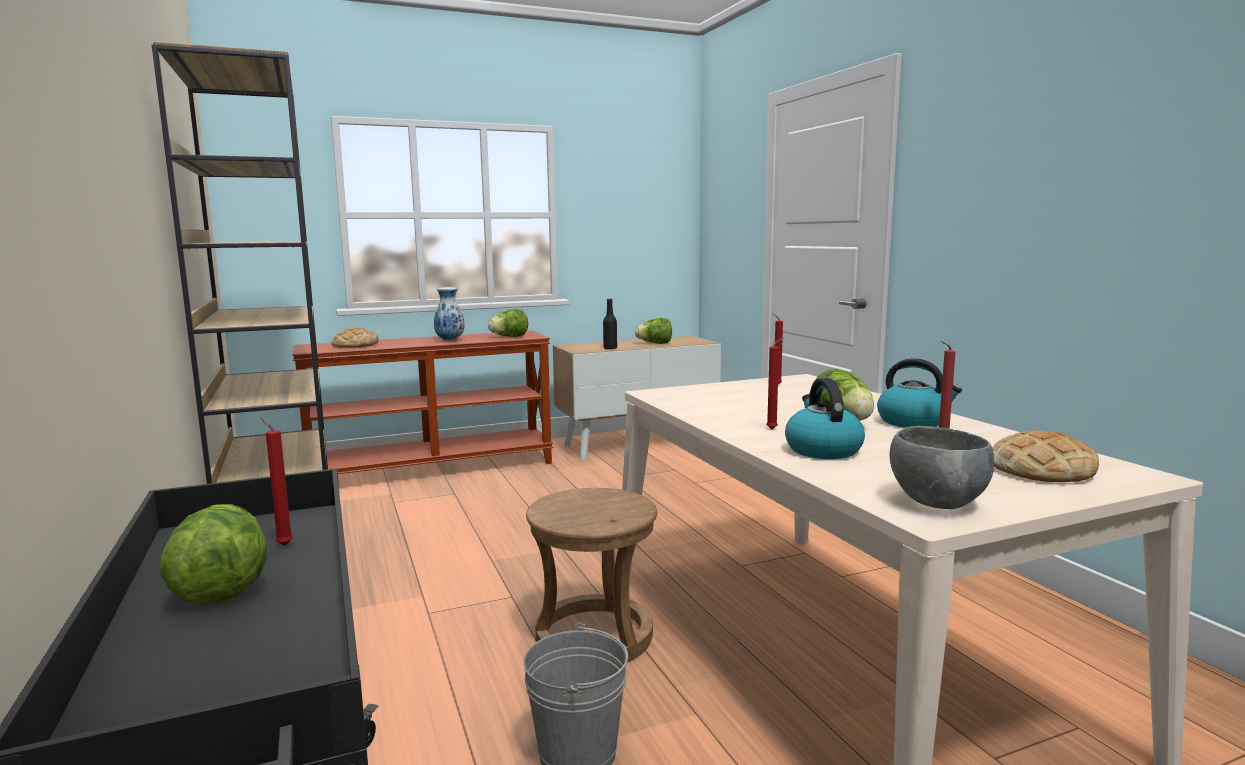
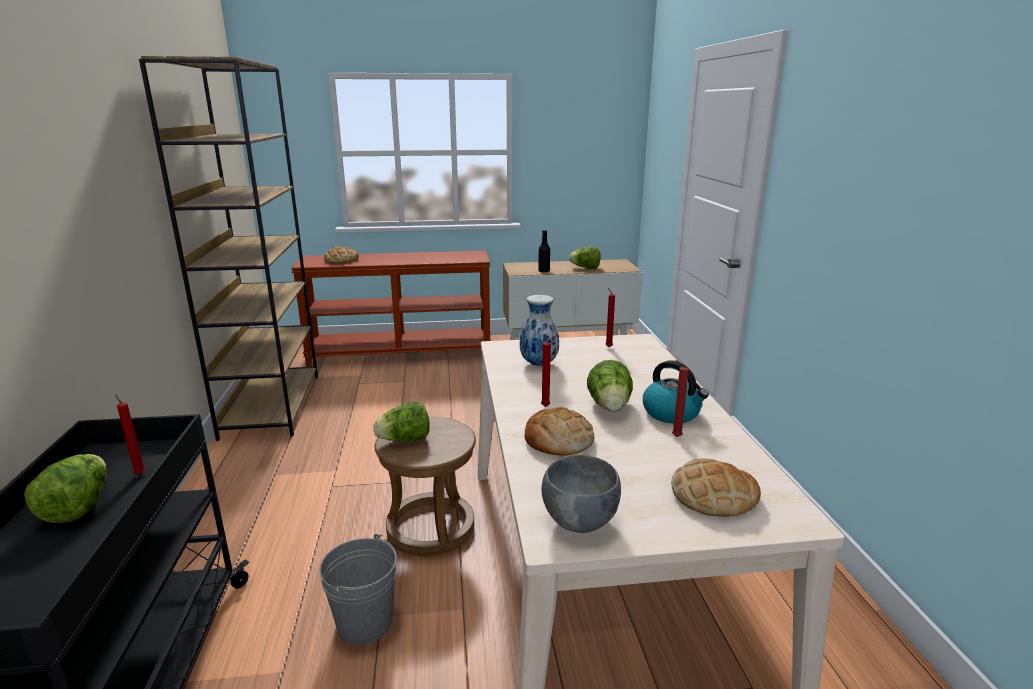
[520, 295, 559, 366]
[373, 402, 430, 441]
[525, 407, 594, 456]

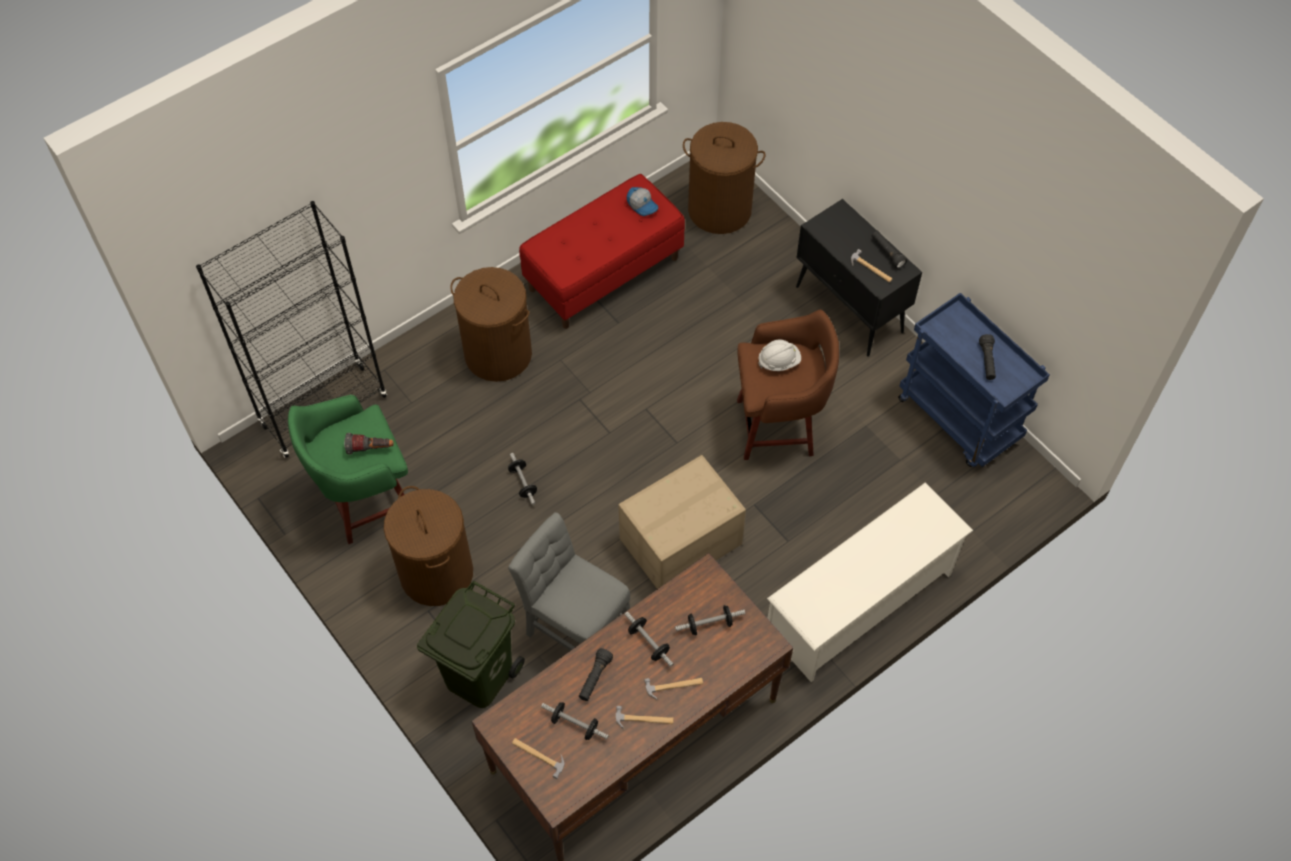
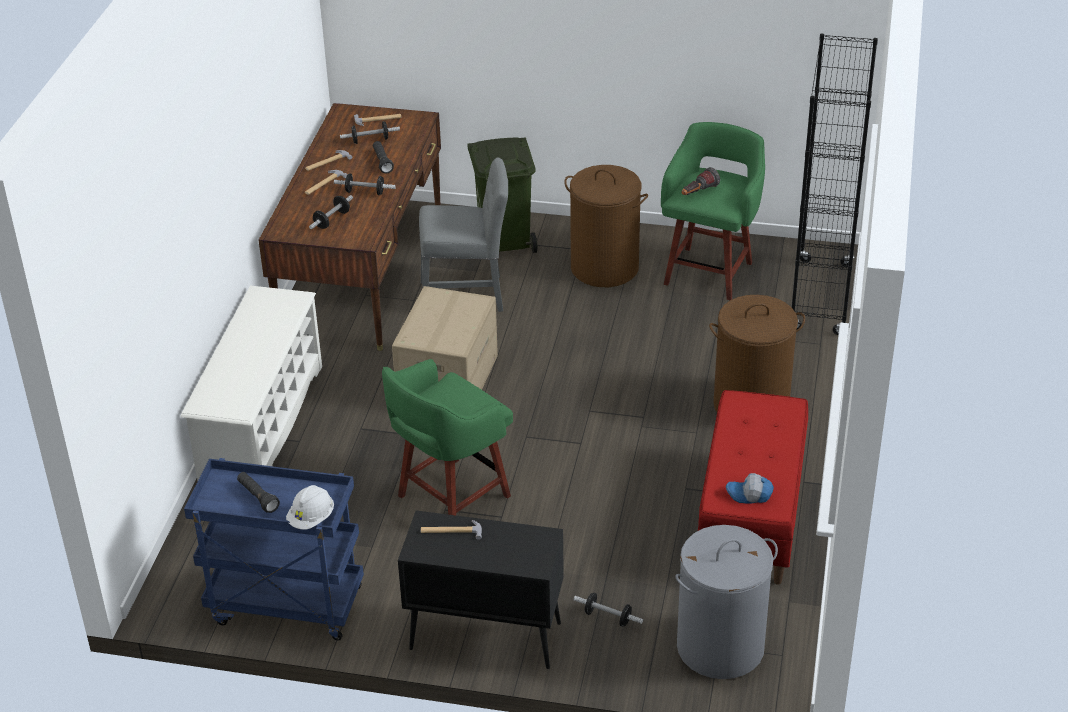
[872, 231, 907, 269] (first image)
[574, 593, 643, 627]
[286, 485, 334, 530]
[675, 525, 778, 679]
[382, 359, 513, 515]

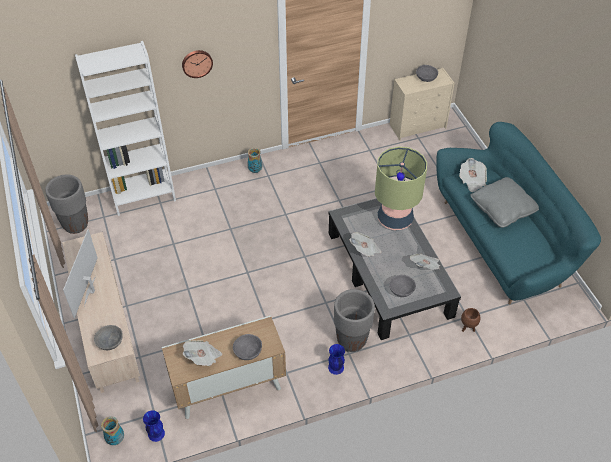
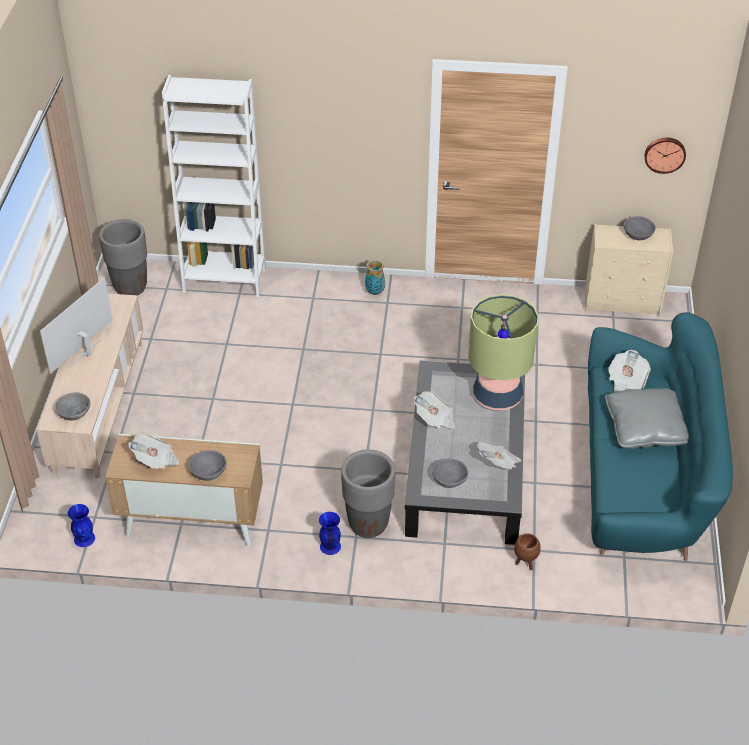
[101, 416, 124, 445] (first image)
[645, 138, 686, 174]

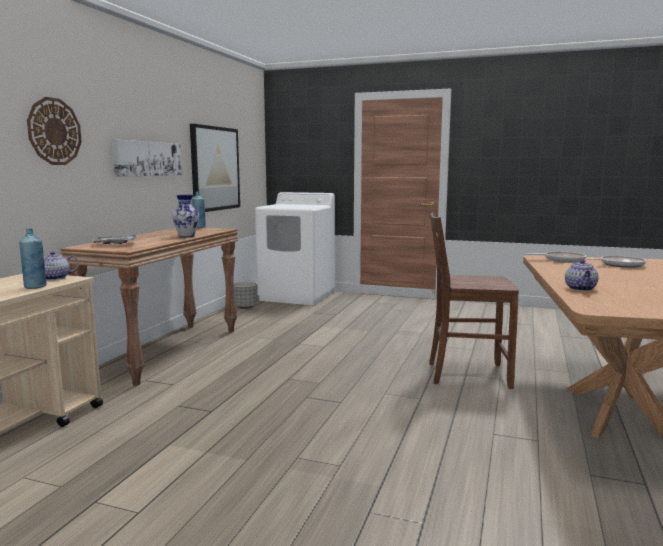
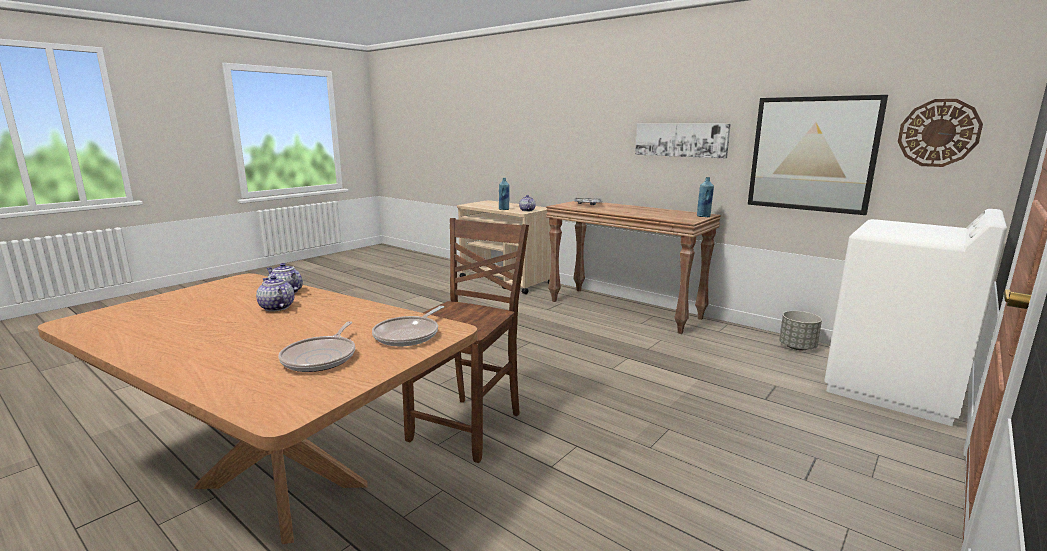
[172, 195, 199, 237] (first image)
[256, 275, 294, 312]
[898, 99, 983, 167]

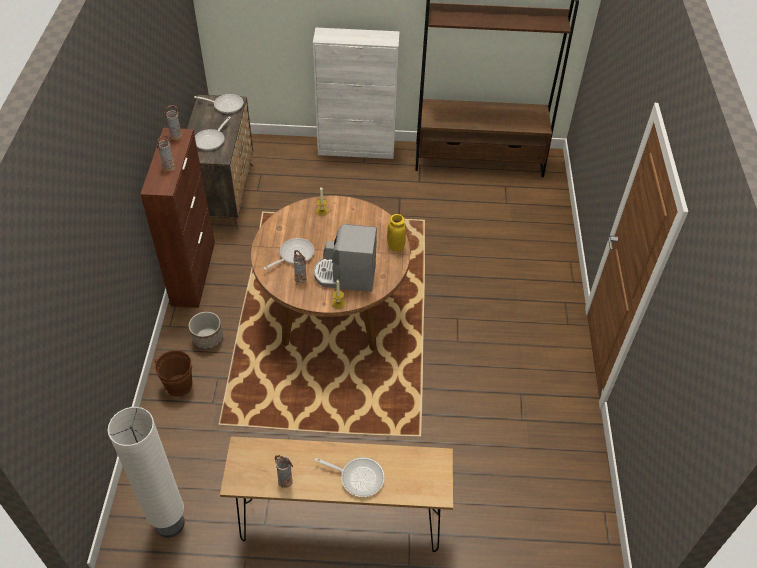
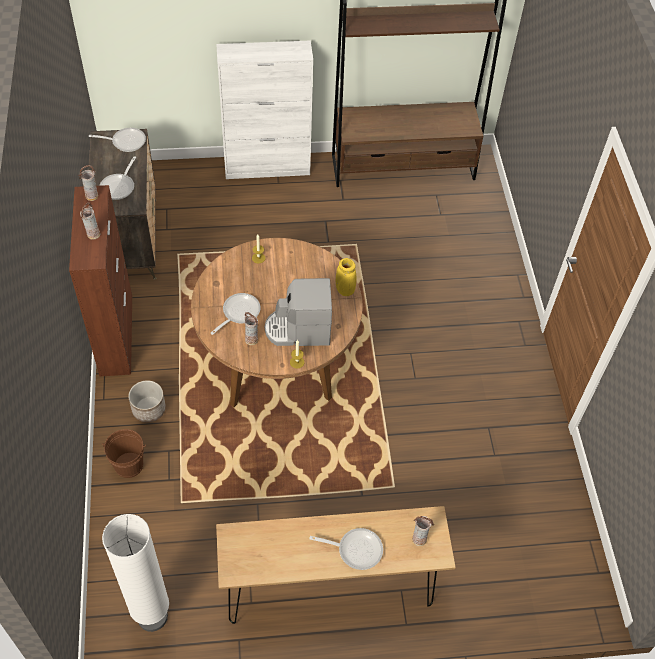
[412, 516, 434, 546]

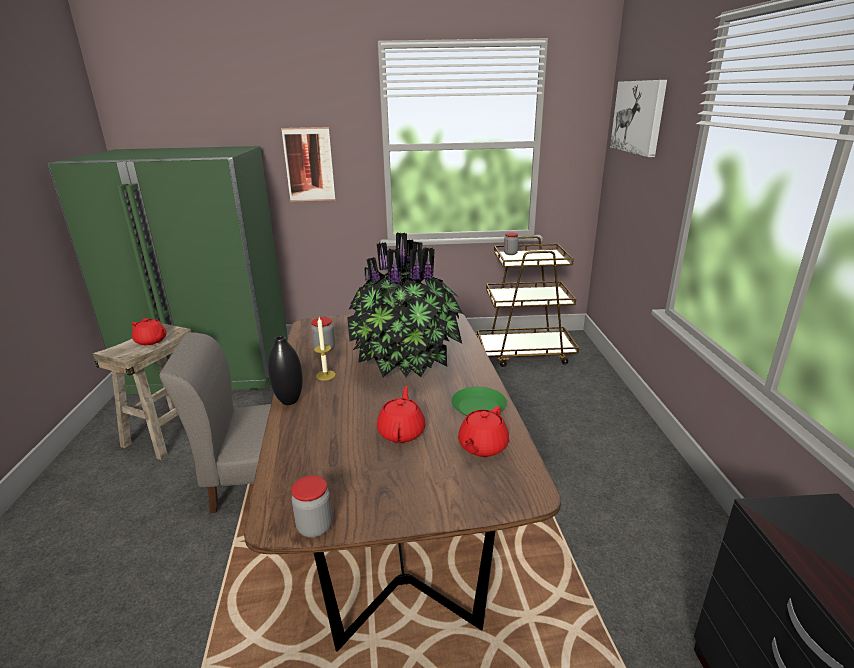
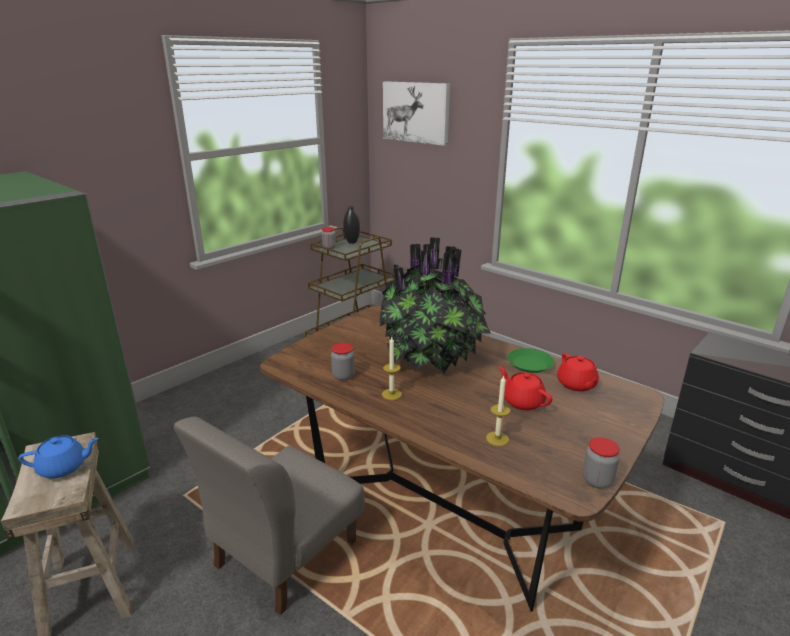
[281, 127, 335, 202] (first image)
[486, 376, 511, 446]
[343, 206, 360, 244]
[19, 435, 99, 478]

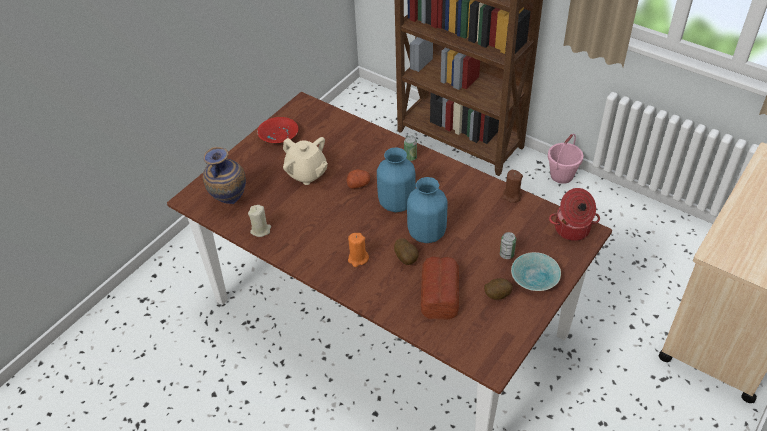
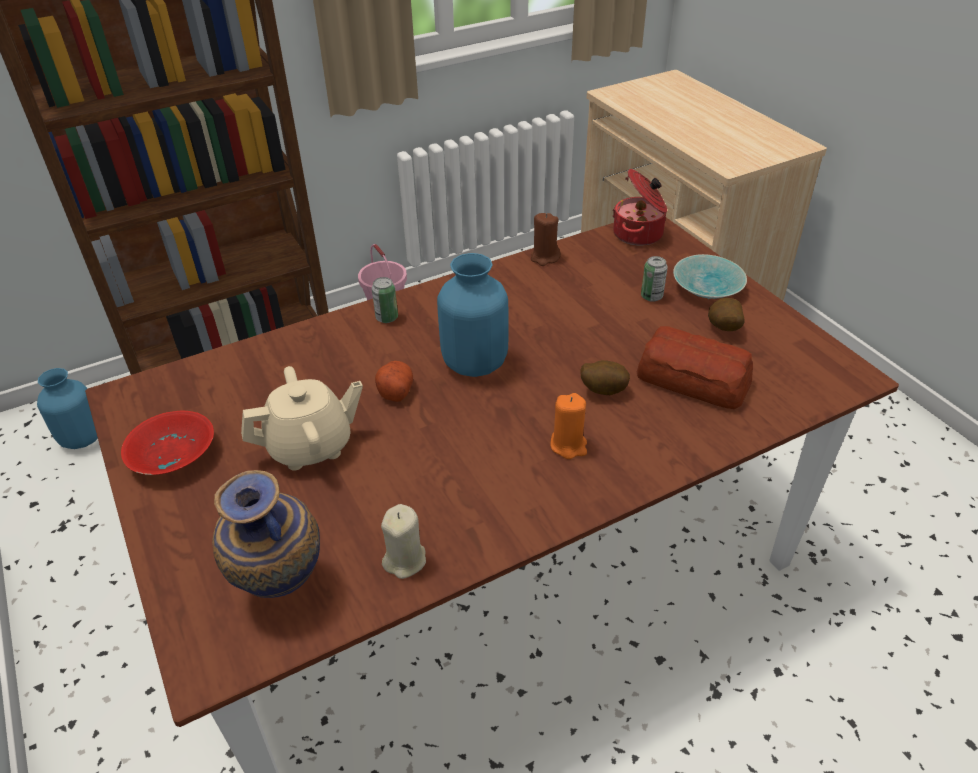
[37, 368, 98, 449]

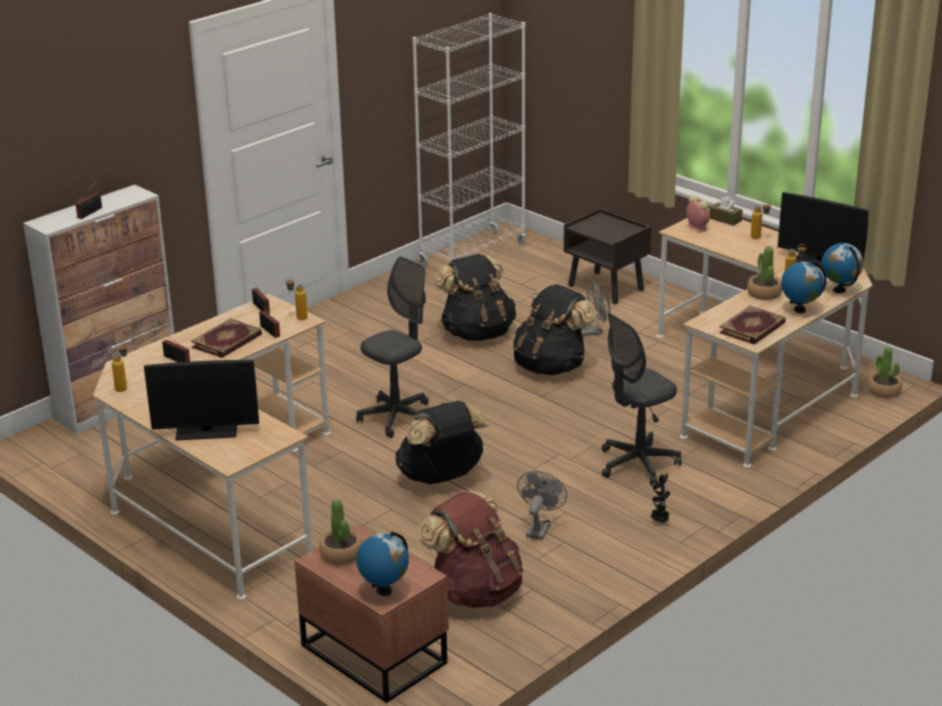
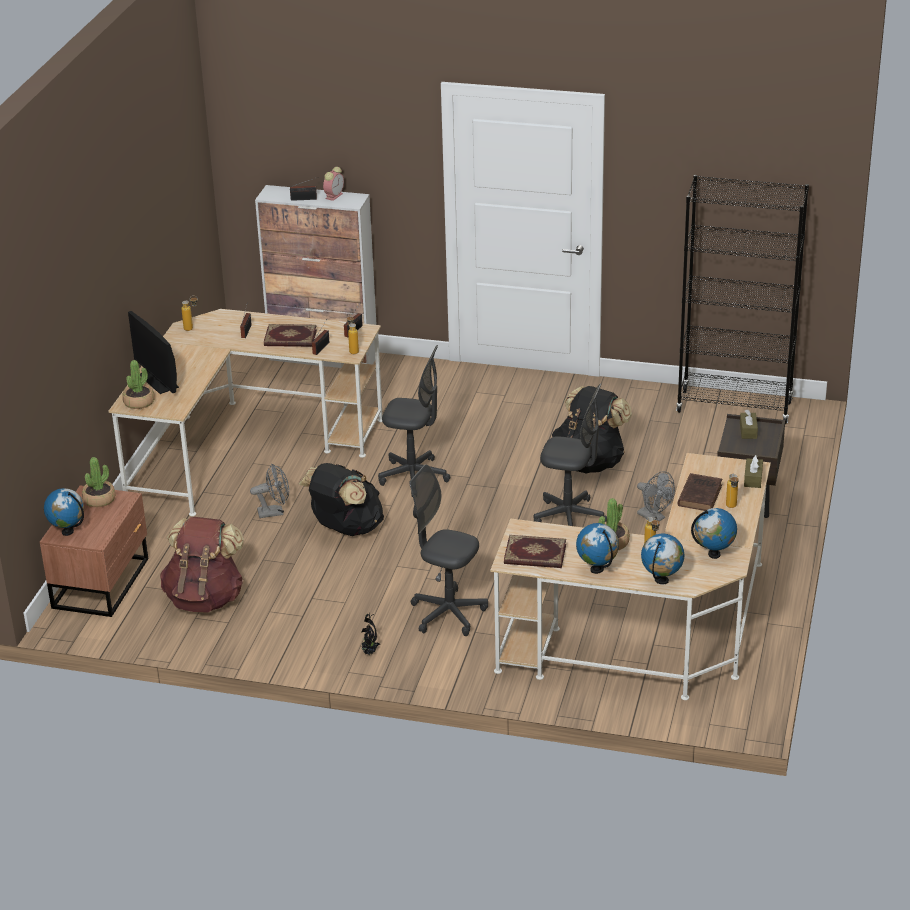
[678, 473, 722, 511]
[740, 410, 758, 439]
[250, 464, 289, 518]
[323, 167, 344, 201]
[122, 360, 155, 409]
[534, 384, 607, 526]
[691, 508, 737, 559]
[676, 175, 809, 424]

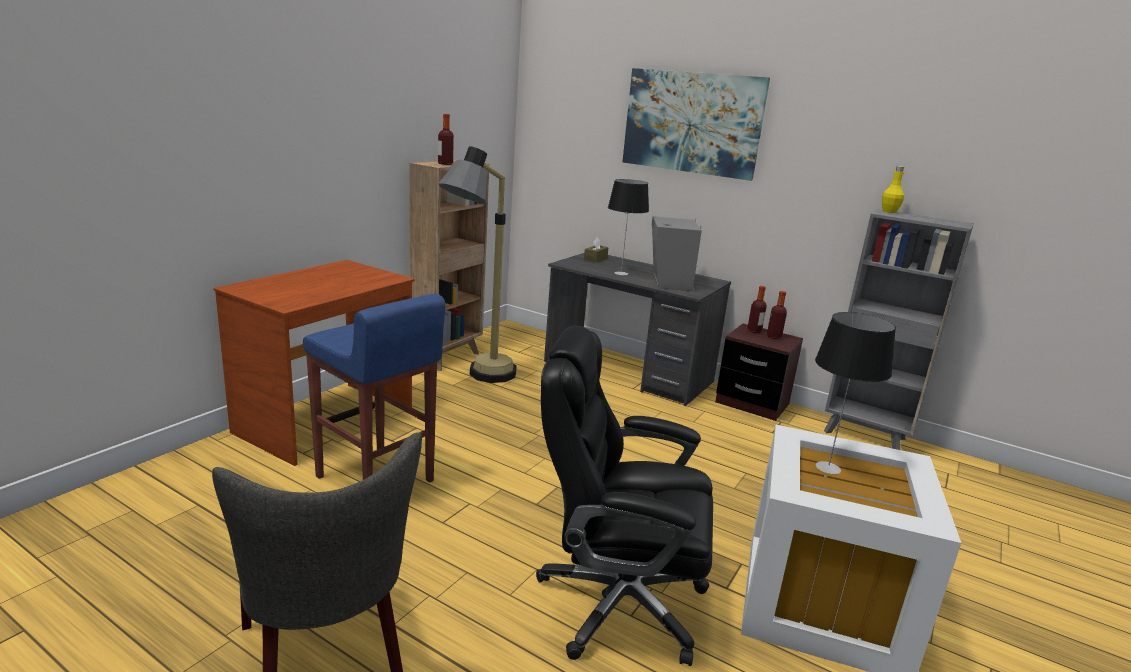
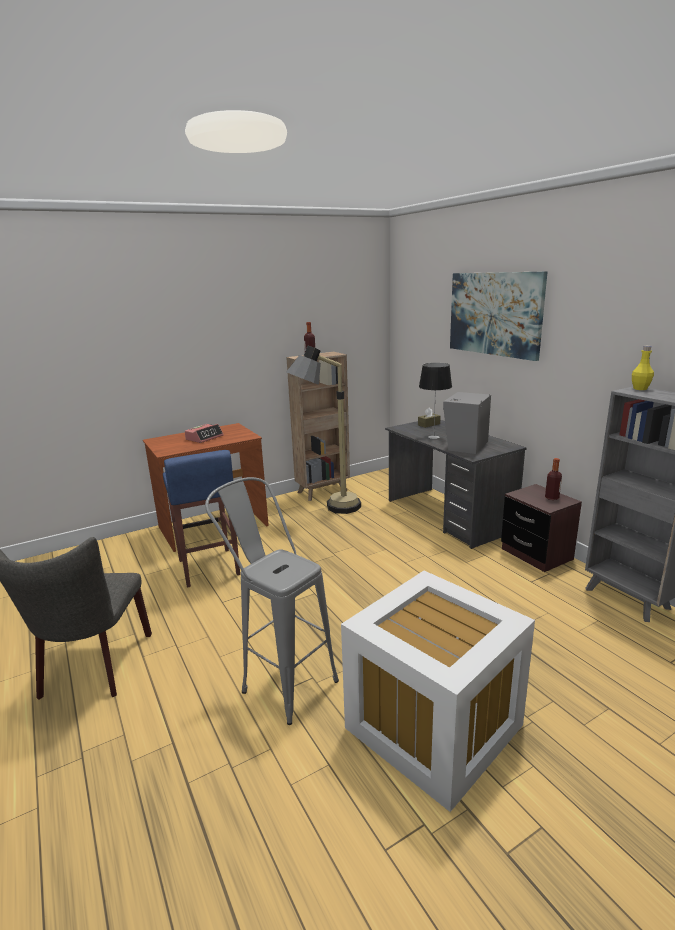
[747, 286, 767, 333] (first image)
[815, 312, 896, 474] (first image)
[185, 424, 223, 443]
[205, 477, 339, 725]

